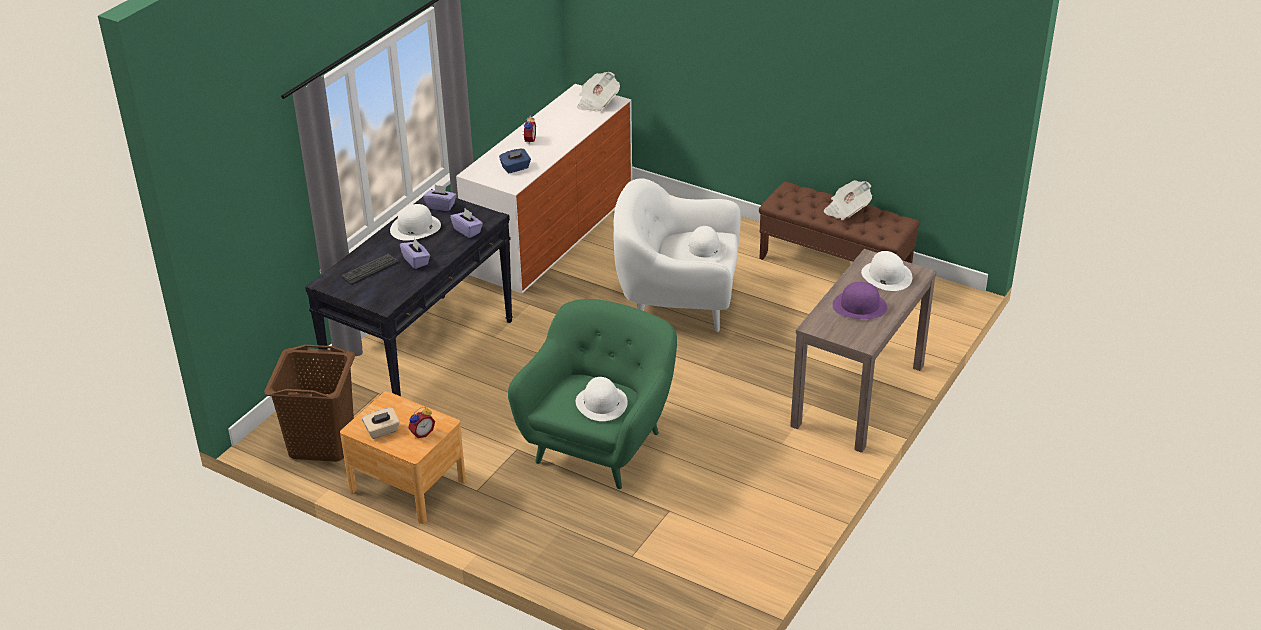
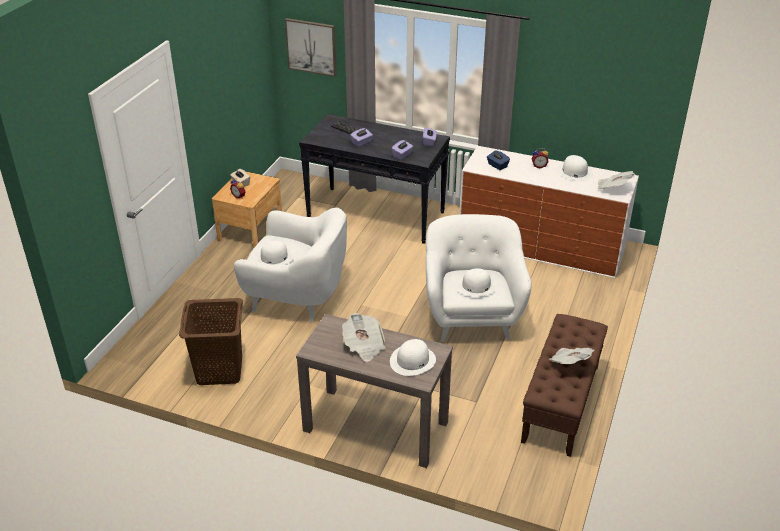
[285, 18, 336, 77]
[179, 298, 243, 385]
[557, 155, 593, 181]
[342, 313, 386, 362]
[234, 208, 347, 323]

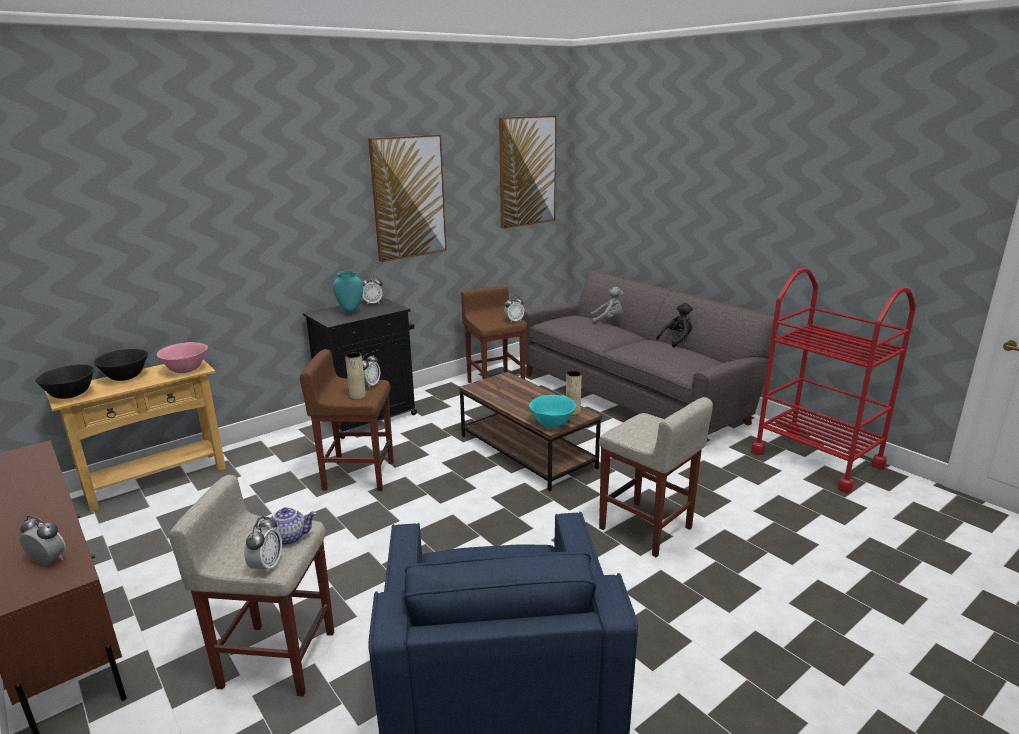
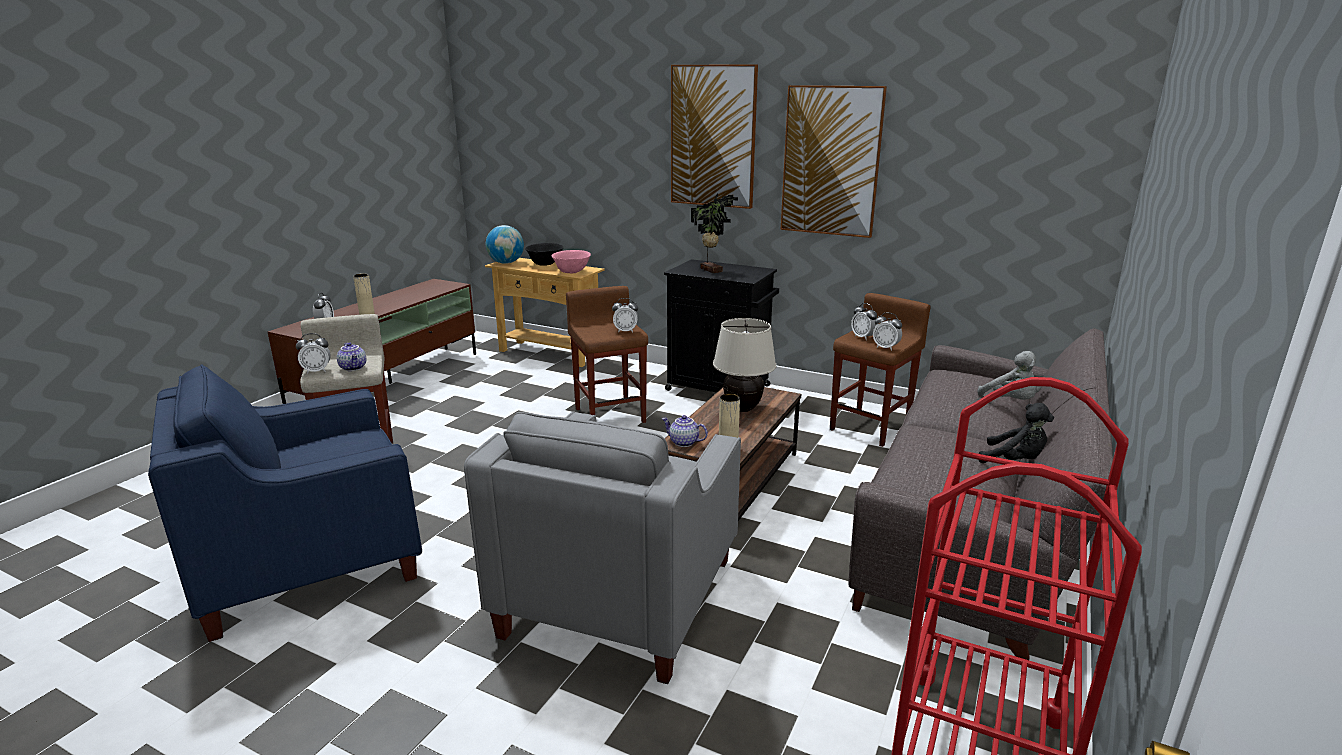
[713, 318, 777, 412]
[353, 274, 375, 315]
[851, 303, 878, 339]
[671, 64, 758, 209]
[486, 225, 524, 264]
[691, 193, 738, 273]
[662, 415, 708, 447]
[464, 411, 741, 684]

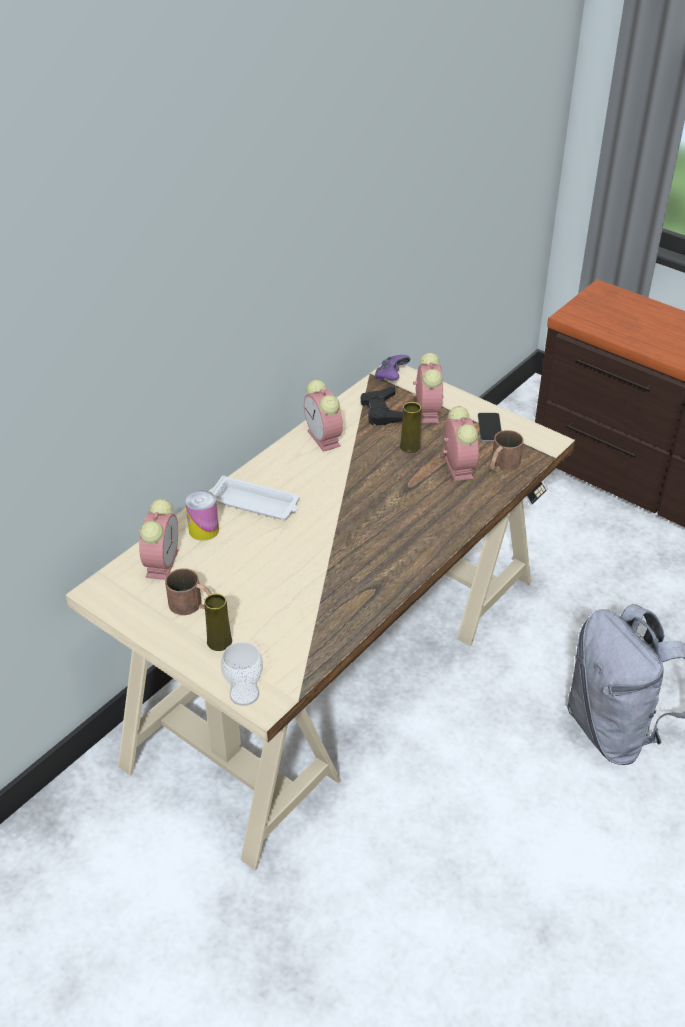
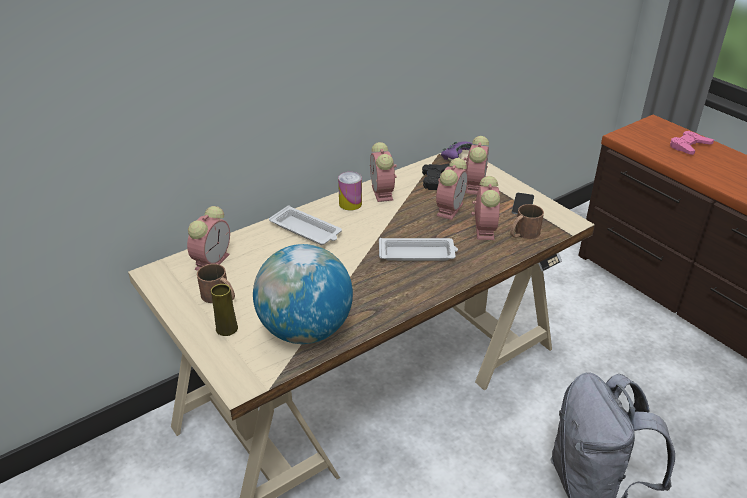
[221, 642, 263, 706] (first image)
[253, 244, 353, 344]
[379, 238, 458, 261]
[670, 131, 714, 155]
[338, 172, 362, 211]
[436, 158, 468, 220]

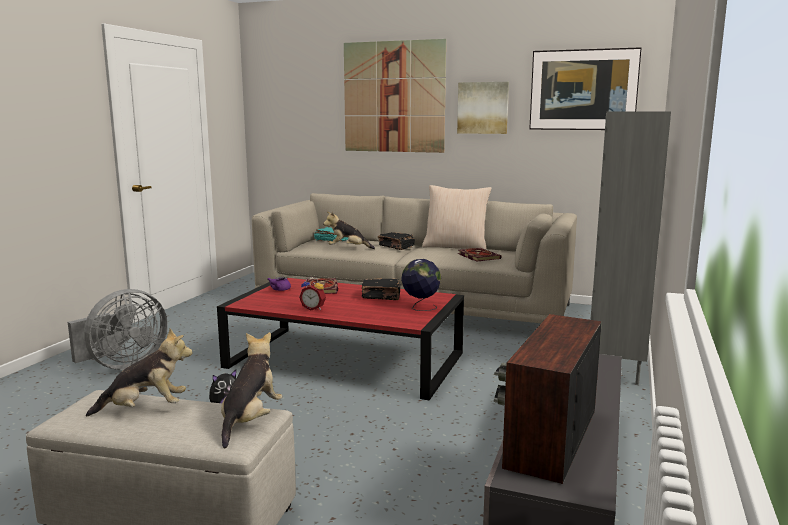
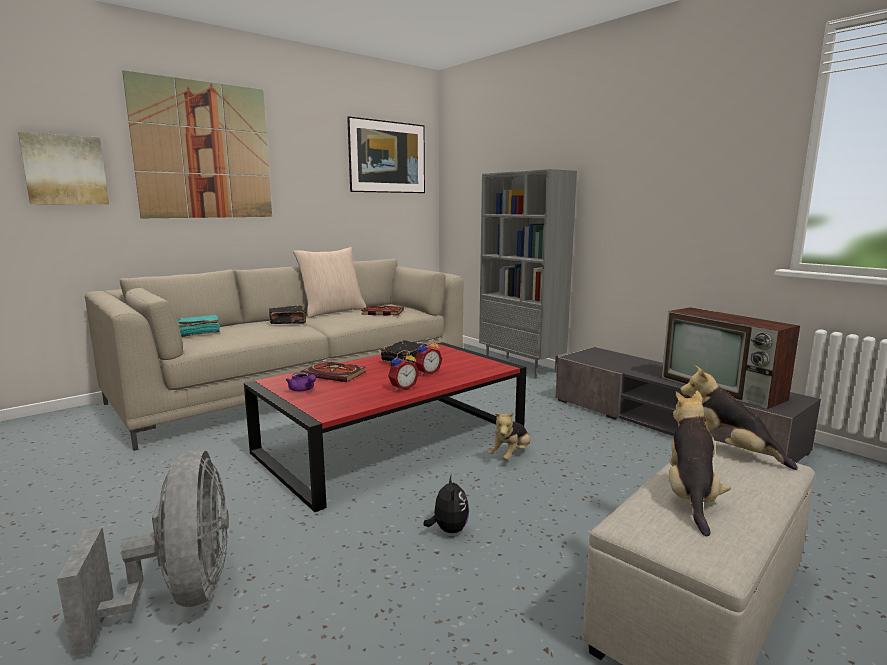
[401, 259, 441, 311] (first image)
[415, 338, 442, 375]
[488, 411, 530, 461]
[18, 132, 109, 204]

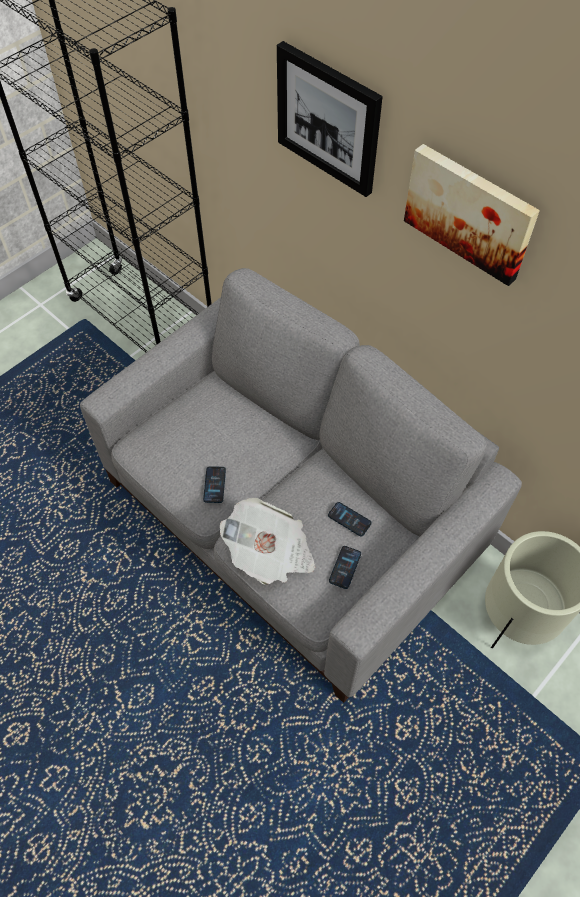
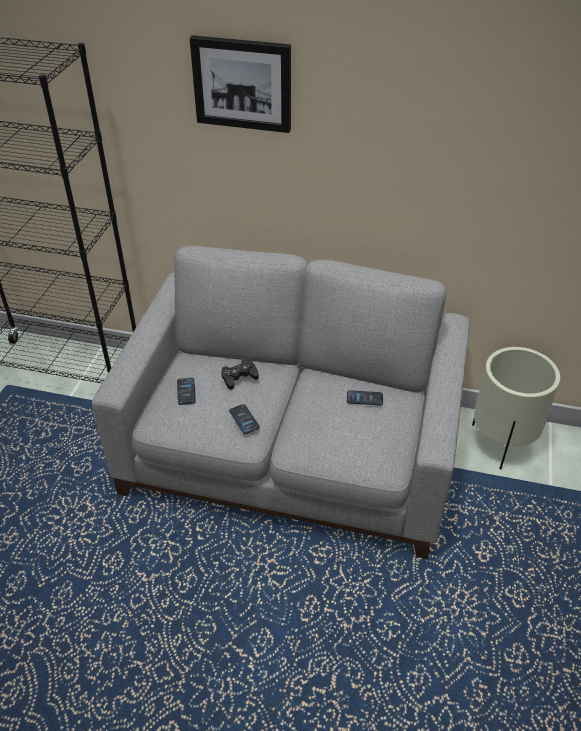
[220, 498, 315, 585] (first image)
[404, 144, 540, 286] (first image)
[221, 359, 259, 390]
[177, 378, 196, 405]

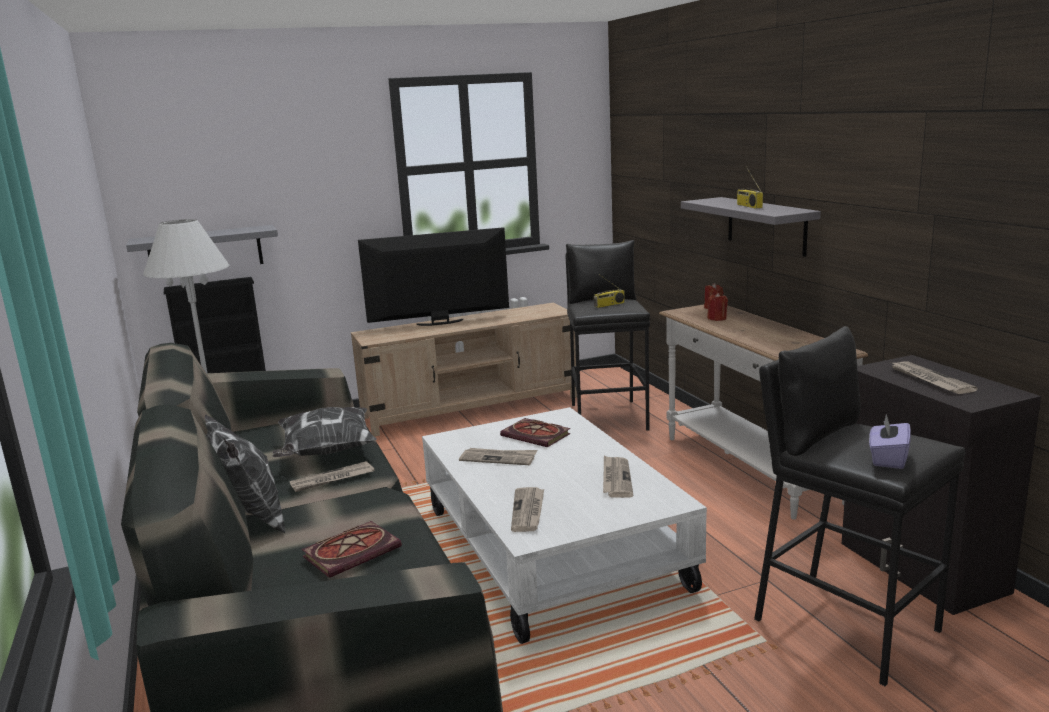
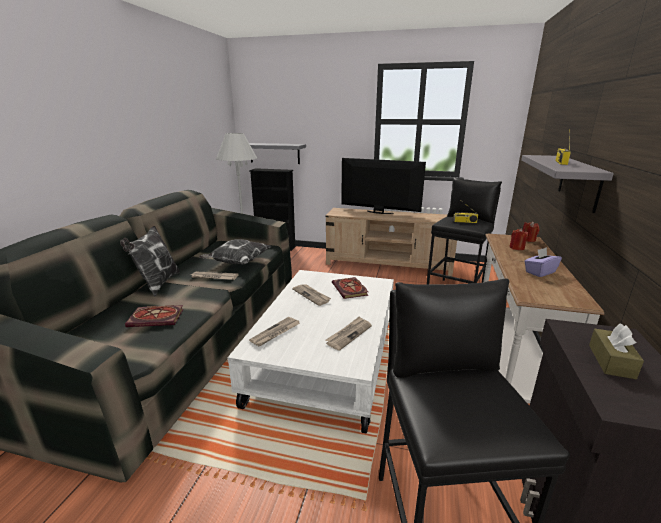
[524, 247, 562, 277]
[589, 324, 644, 379]

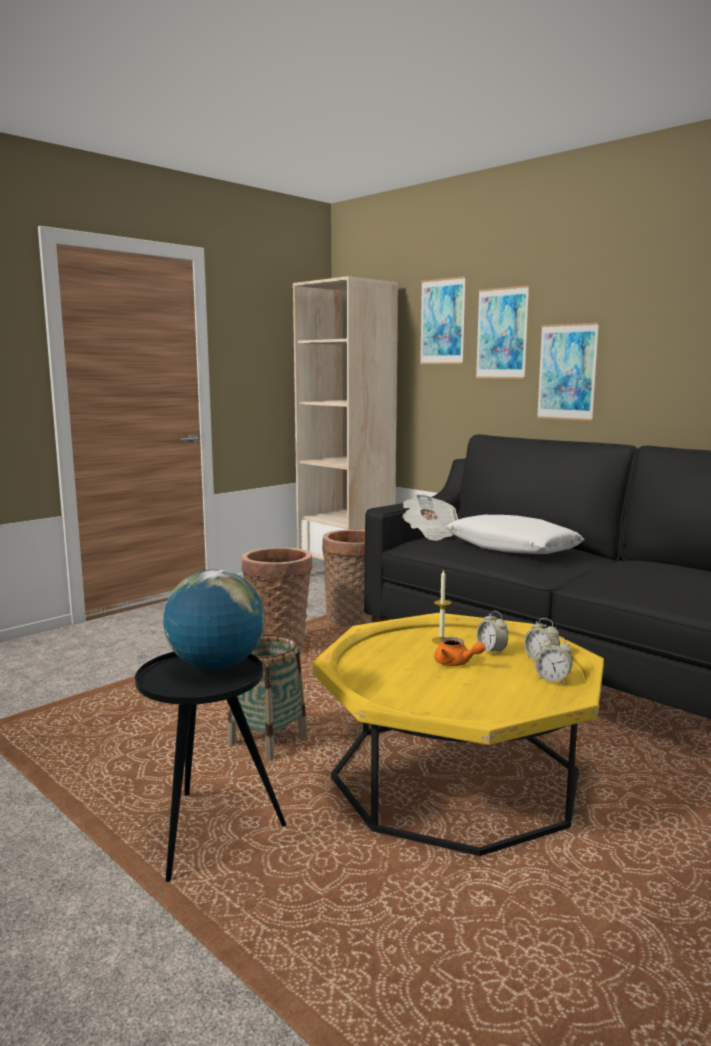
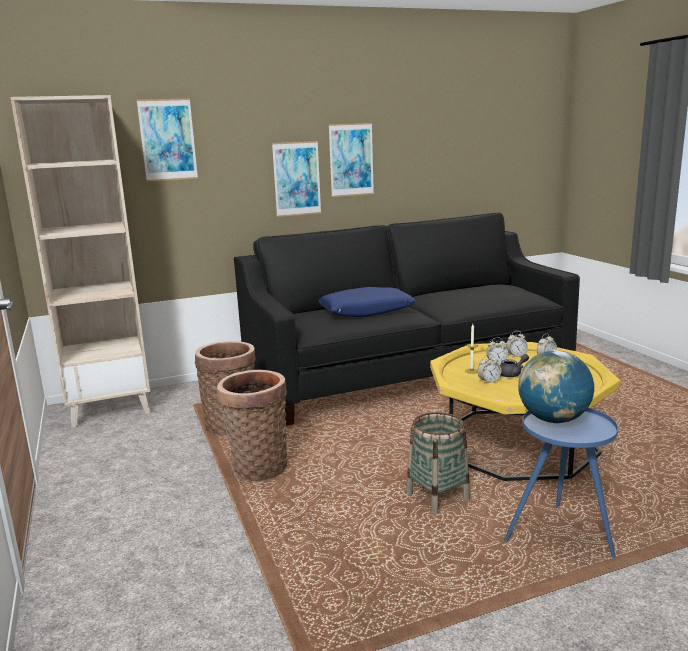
[402, 494, 458, 541] (first image)
[477, 354, 501, 383]
[328, 123, 374, 197]
[504, 408, 618, 558]
[500, 354, 529, 377]
[318, 287, 416, 317]

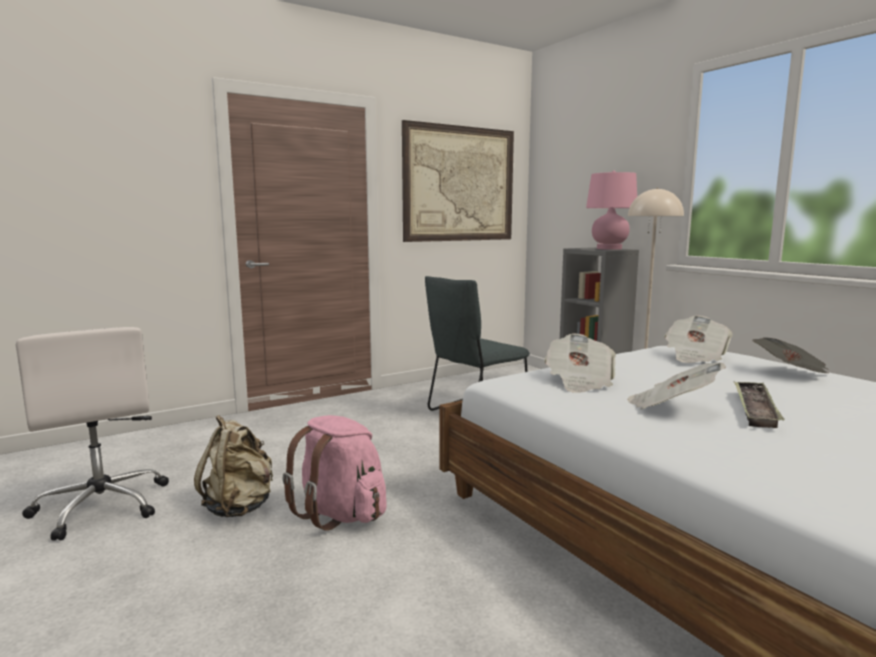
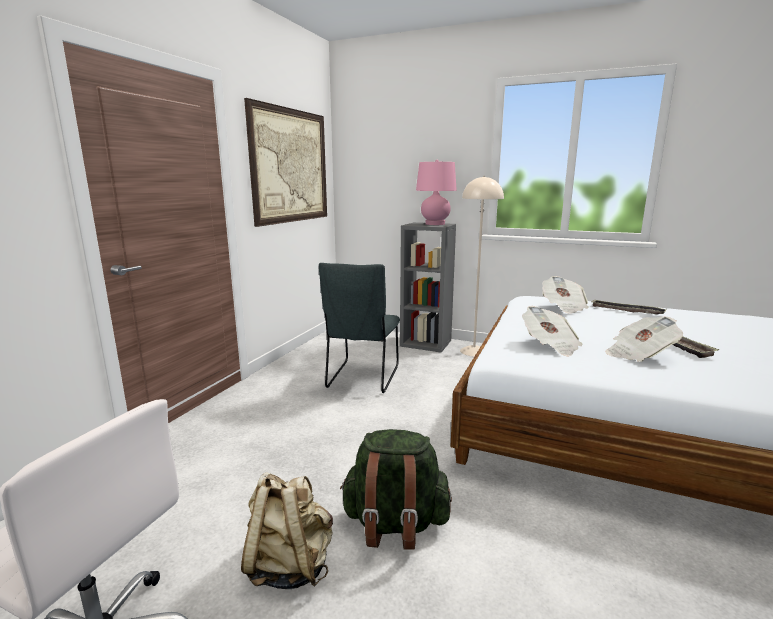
[592, 299, 667, 315]
[340, 429, 452, 550]

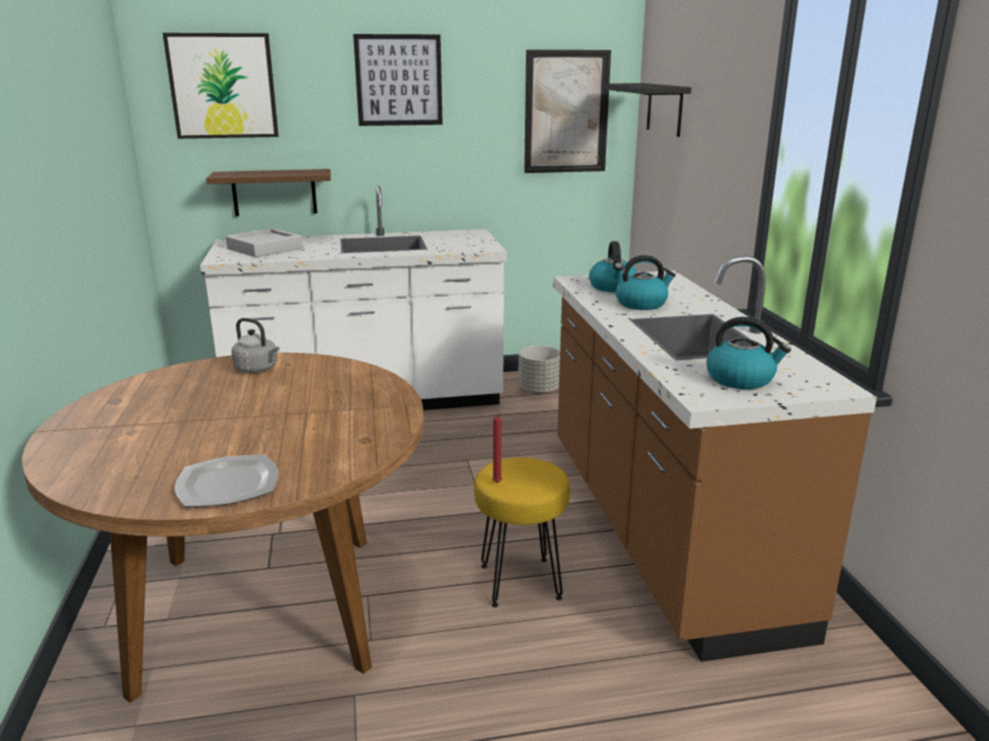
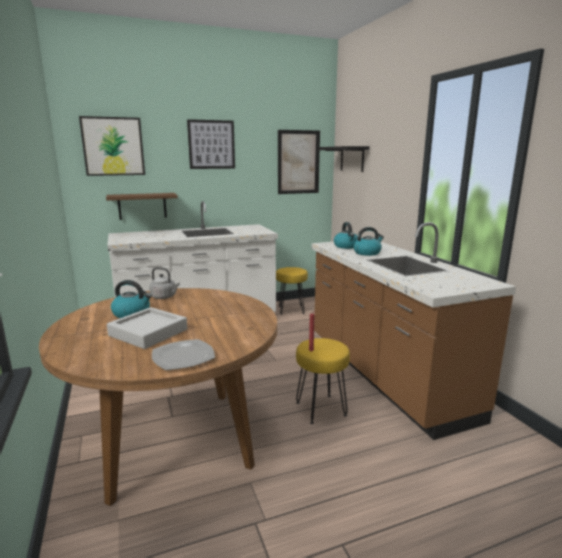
[107, 307, 187, 349]
[111, 280, 152, 318]
[276, 267, 308, 315]

